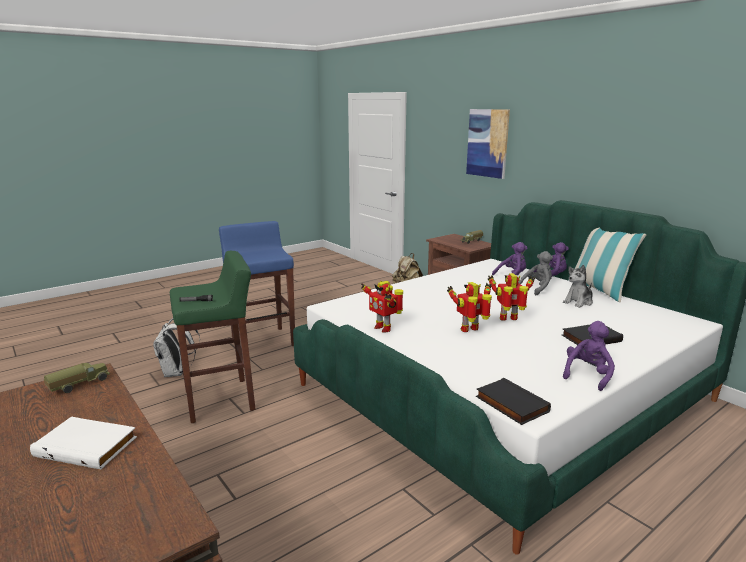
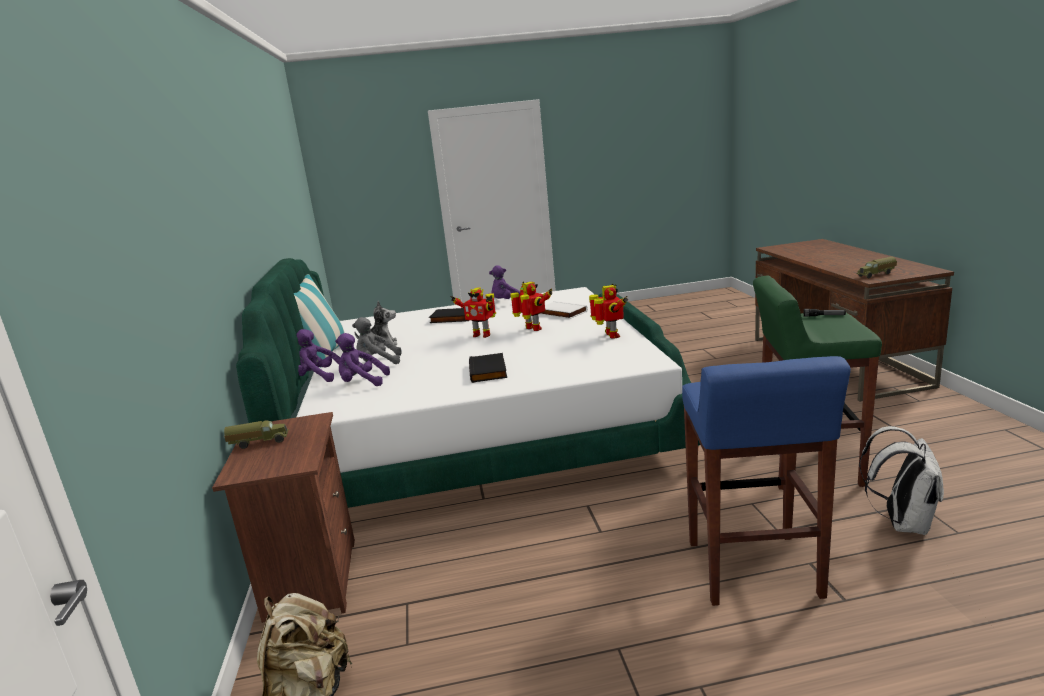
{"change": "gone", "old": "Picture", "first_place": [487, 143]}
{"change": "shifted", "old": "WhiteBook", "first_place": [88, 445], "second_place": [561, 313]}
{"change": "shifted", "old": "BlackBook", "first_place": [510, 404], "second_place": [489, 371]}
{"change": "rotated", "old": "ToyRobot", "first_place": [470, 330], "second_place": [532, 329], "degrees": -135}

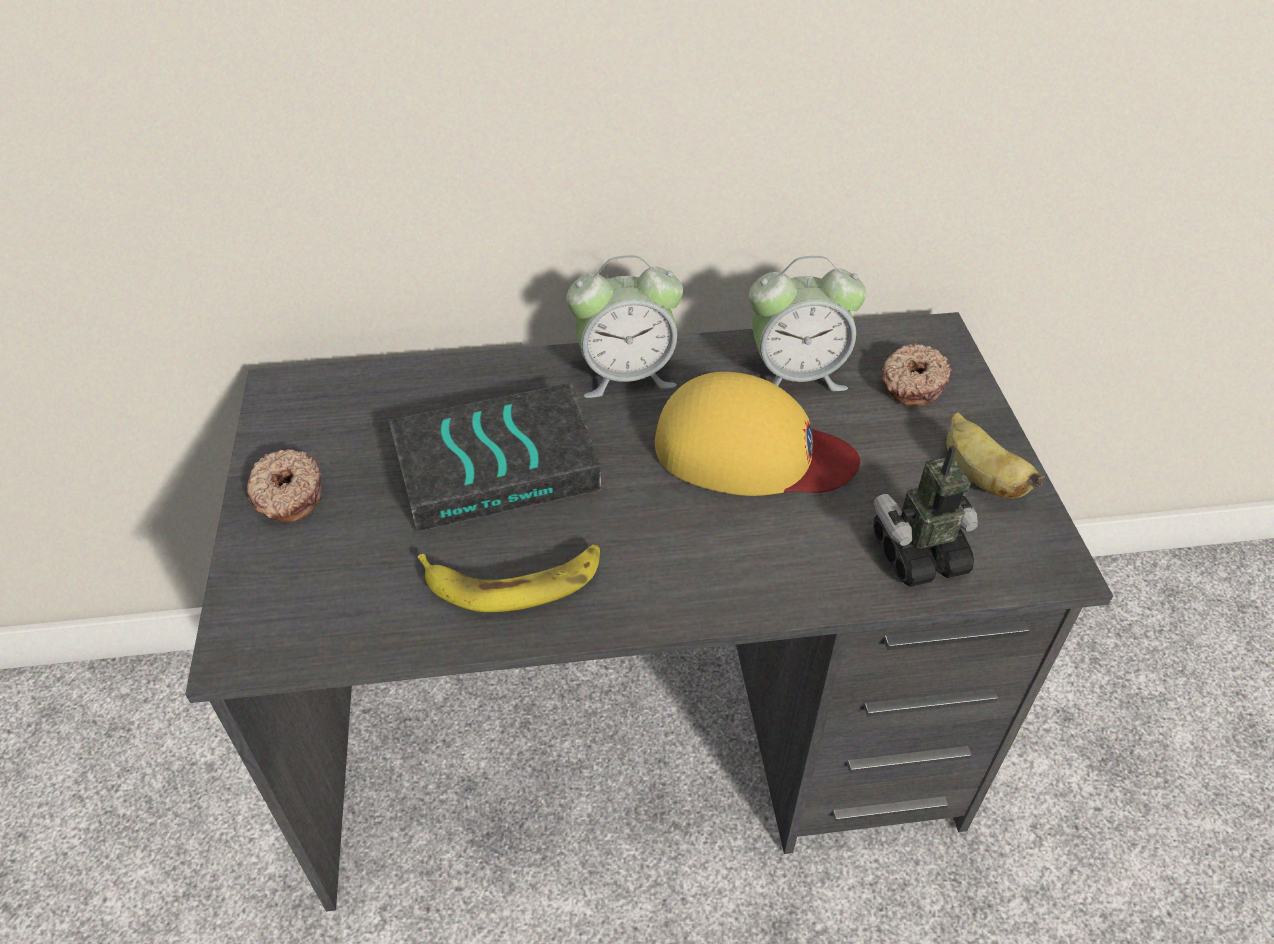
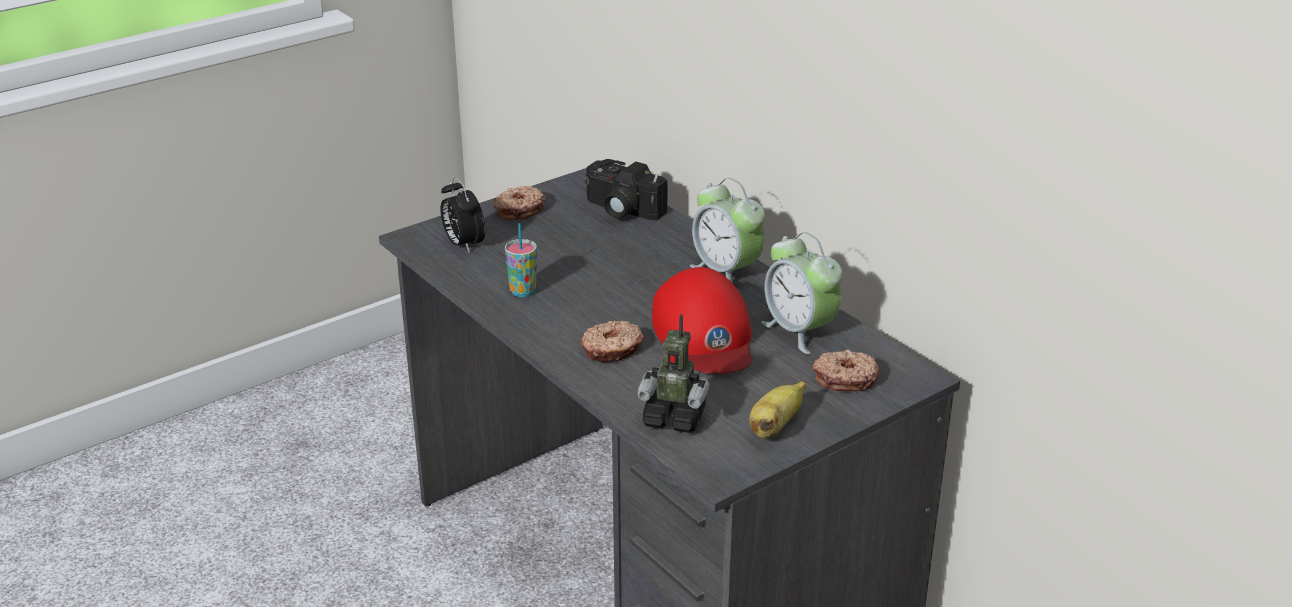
{"change": "gone", "old": "Book", "first_place": [499, 464]}
{"change": "new", "new": "AlarmClock", "second_place": [463, 244]}
{"change": "new", "new": "Donut", "second_place": [612, 350]}
{"change": "new", "new": "PhotoCamera", "second_place": [620, 210]}
{"change": "swapped", "old": "Banana", "new": "Cup", "first_place": [514, 581], "second_place": [523, 292]}
{"change": "repainted", "old": "YellowCap", "new": "RedCap", "first_place": [751, 451], "second_place": [704, 334]}
{"change": "rotated", "old": "ToyRobot", "first_place": [918, 554], "second_place": [674, 417], "degrees": 150}

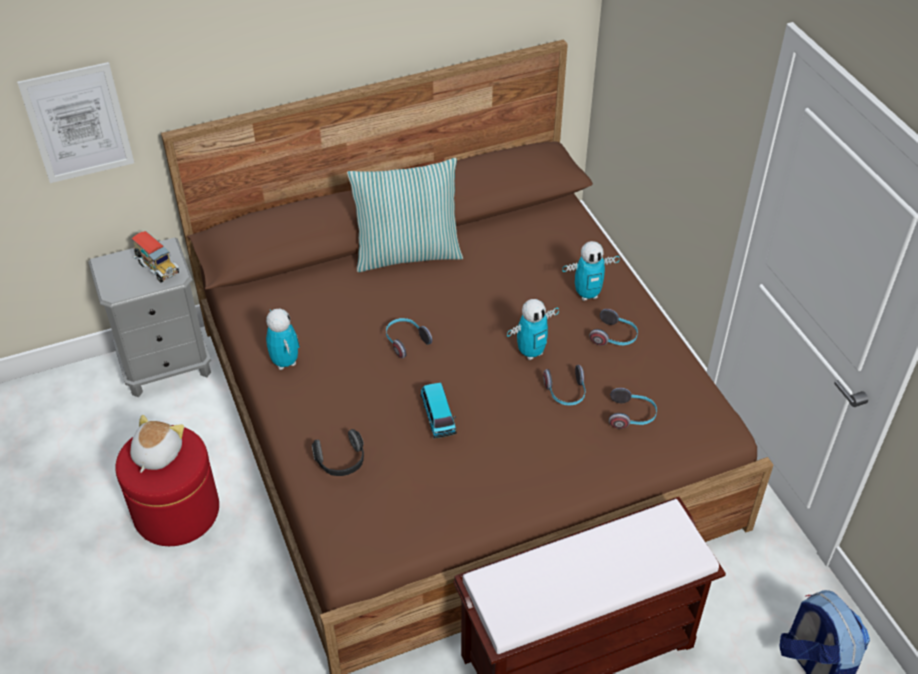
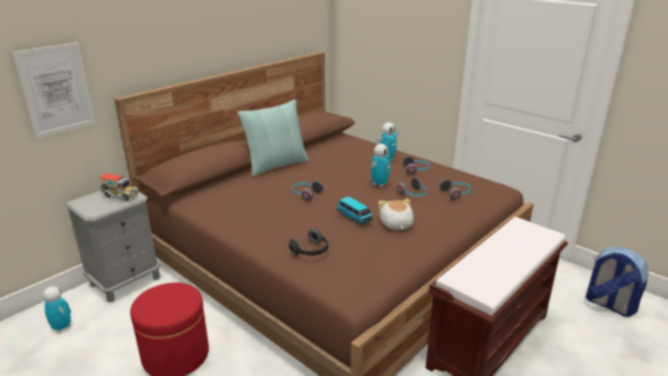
{"change": "shifted", "old": "PlushToy", "first_place": [156, 454], "second_place": [395, 224]}
{"change": "shifted", "old": "ToyRobot", "first_place": [285, 362], "second_place": [62, 327]}

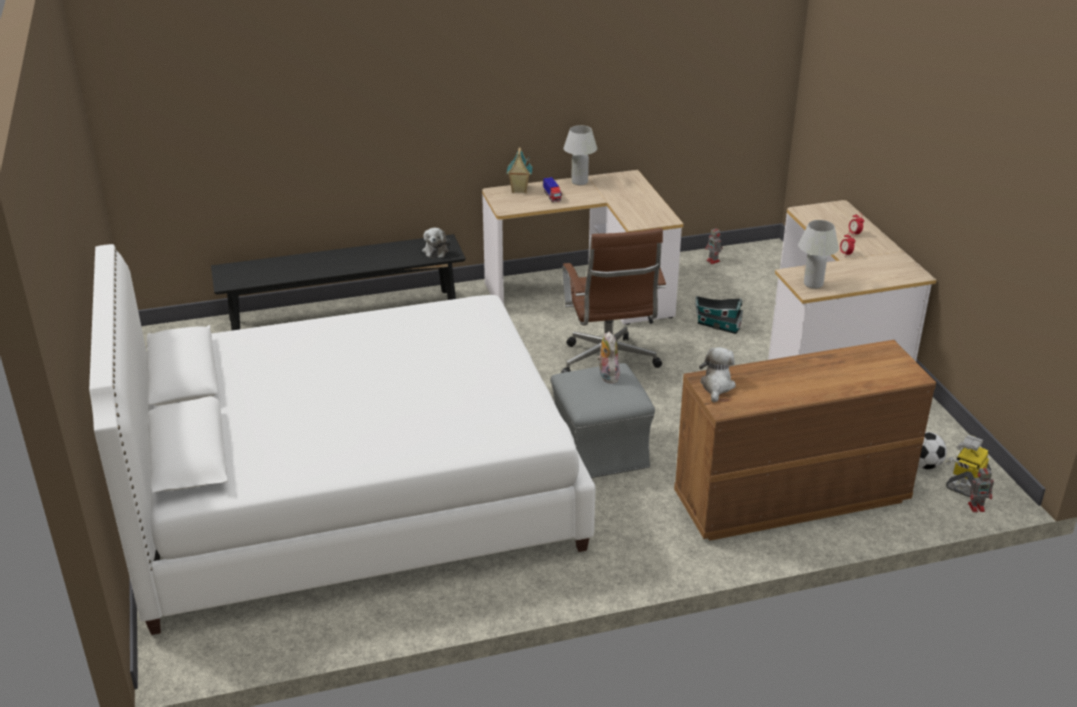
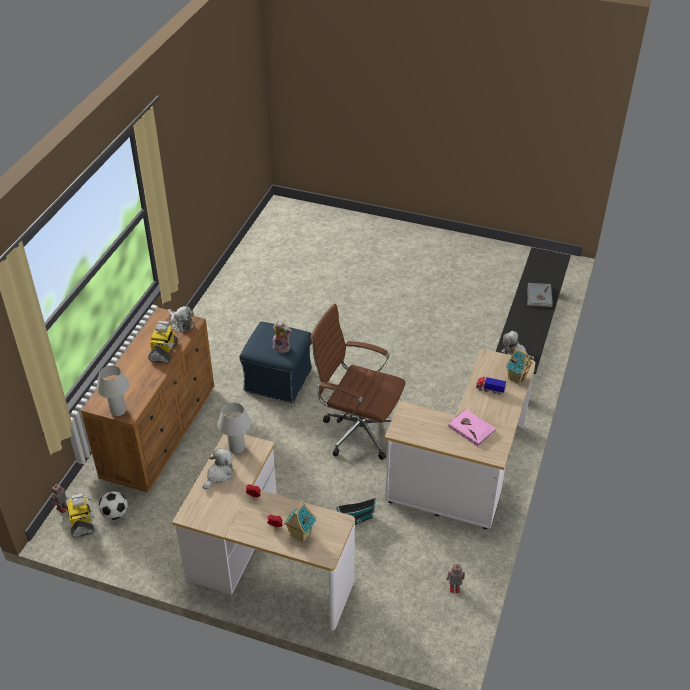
{"change": "gone", "old": "WhiteBed", "first_place": [353, 495]}
{"change": "new", "new": "ToyRobot", "second_place": [164, 351]}
{"change": "new", "new": "PlushToy", "second_place": [219, 474]}
{"change": "new", "new": "ToyHouse", "second_place": [300, 535]}
{"change": "new", "new": "PinkBook", "second_place": [471, 428]}
{"change": "new", "new": "GreyBook", "second_place": [539, 296]}
{"change": "shifted", "old": "WhiteTableLamp", "first_place": [579, 182], "second_place": [118, 410]}
{"change": "repainted", "old": "GreyOttoman", "new": "BlueOttoman", "first_place": [599, 451], "second_place": [278, 380]}

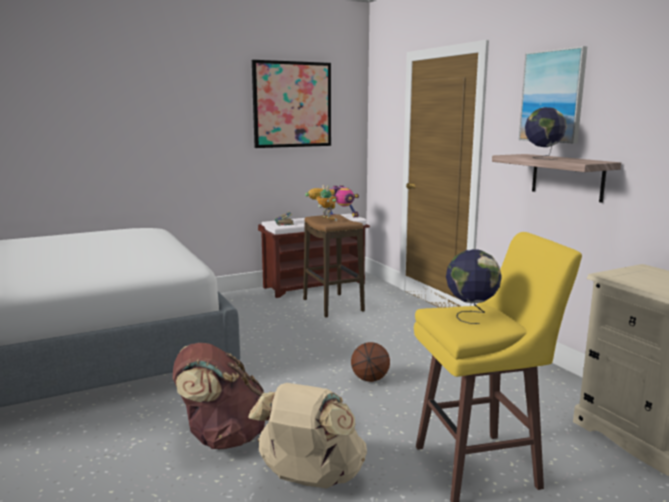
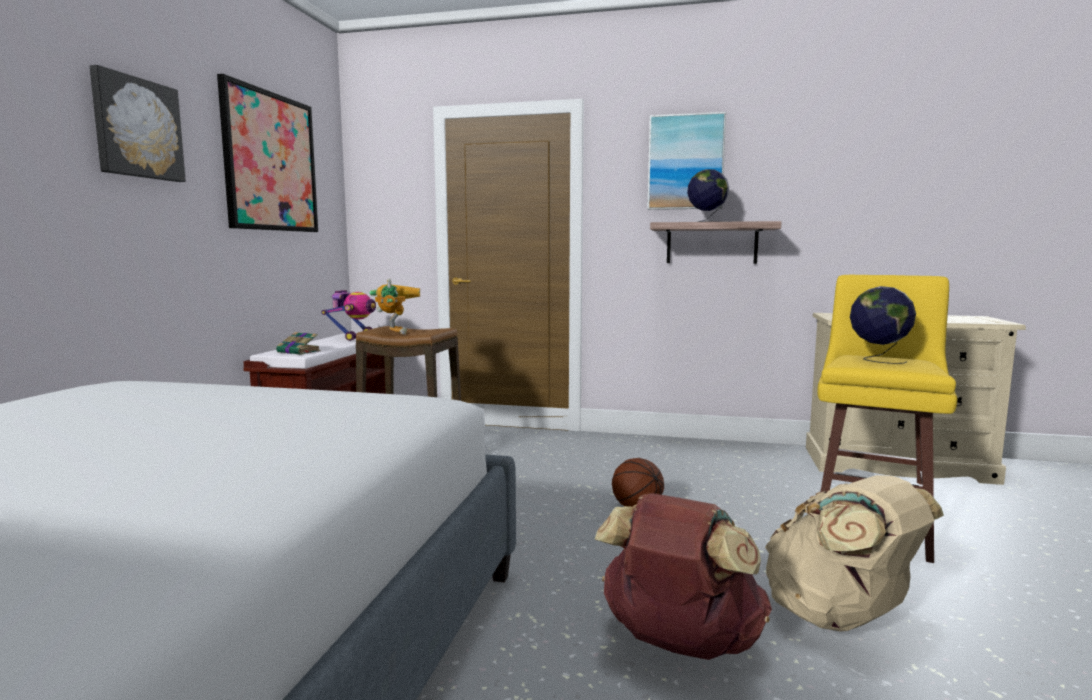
{"change": "new", "new": "Picture", "second_place": [137, 128]}
{"change": "rotated", "old": "ToyRobot", "first_place": [323, 220], "second_place": [394, 332], "degrees": 75}

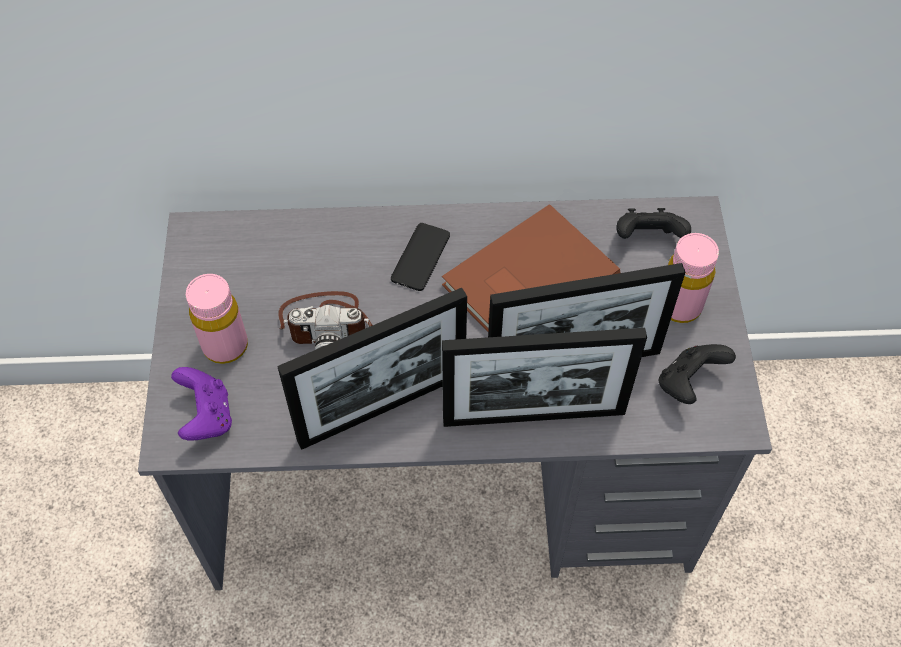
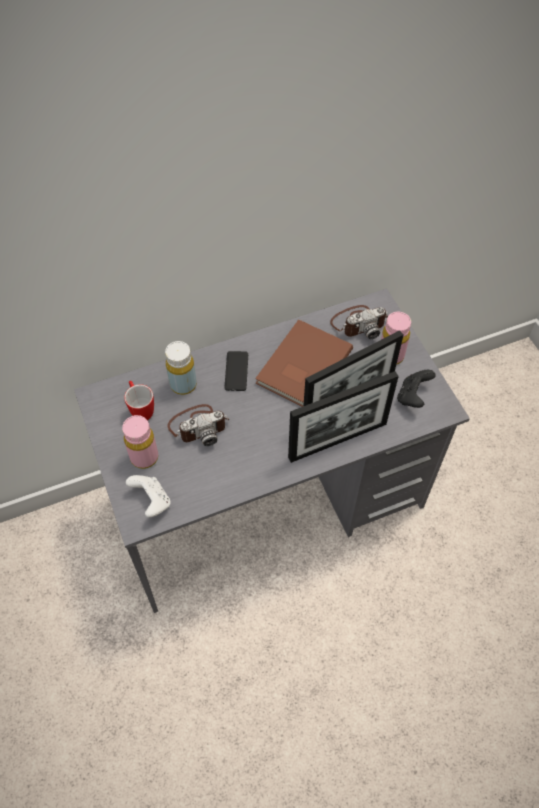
{"change": "gone", "old": "PictureFrame", "first_place": [382, 408]}
{"change": "new", "new": "Mug", "second_place": [141, 409]}
{"change": "new", "new": "YellowBottle", "second_place": [183, 384]}
{"change": "swapped", "old": "BlackGameController", "new": "PhotoCamera", "first_place": [647, 238], "second_place": [358, 323]}
{"change": "repainted", "old": "PurpleGameController", "new": "WhiteGameController", "first_place": [207, 417], "second_place": [152, 501]}

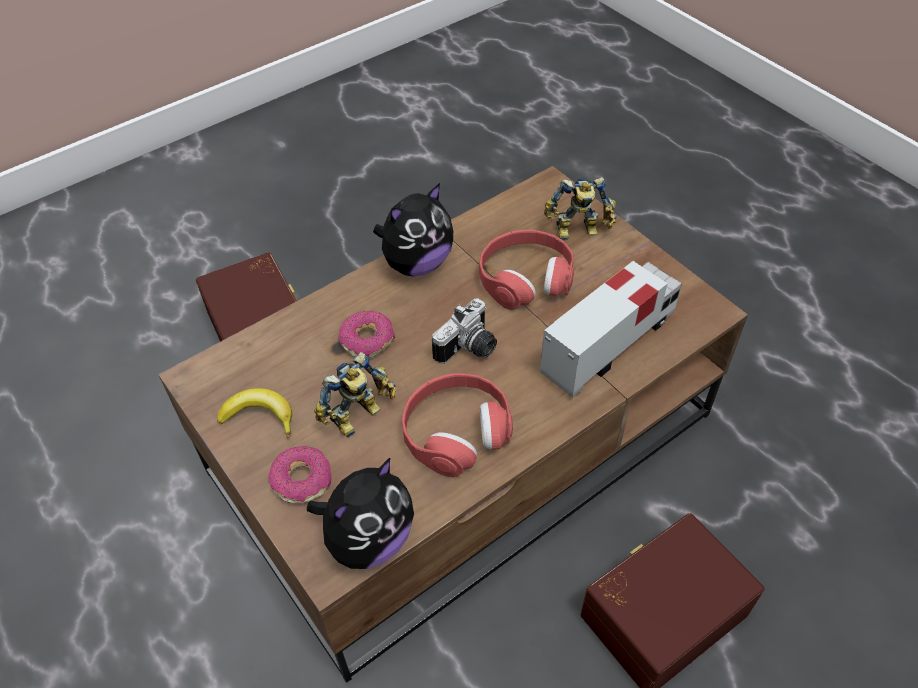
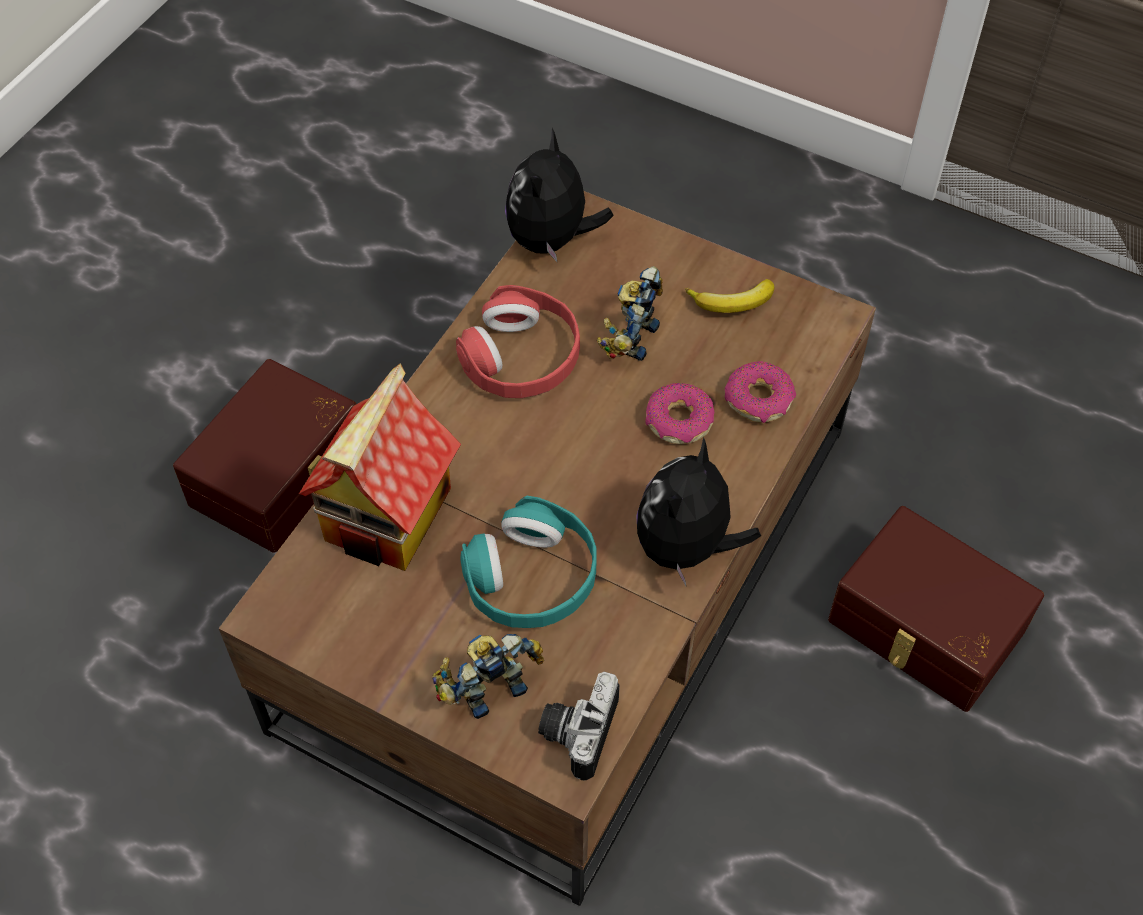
{"change": "shifted", "old": "Donut", "first_place": [302, 480], "second_place": [759, 400]}
{"change": "shifted", "old": "PhotoCamera", "first_place": [469, 349], "second_place": [576, 731]}
{"change": "swapped", "old": "ToyTruck", "new": "ToyHouse", "first_place": [609, 344], "second_place": [389, 517]}
{"change": "repainted", "old": "RedHeadphones", "new": "TurquoiseHeadphones", "first_place": [525, 278], "second_place": [531, 577]}

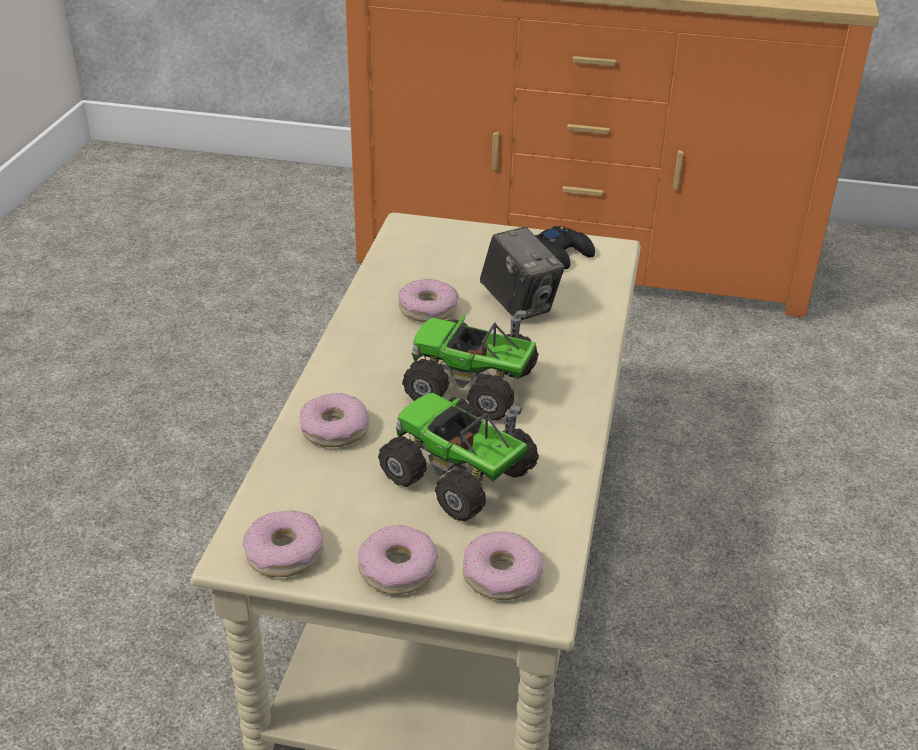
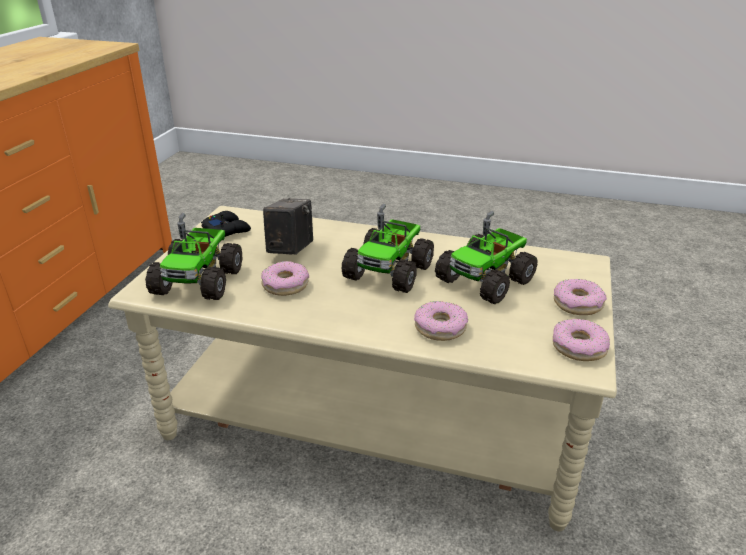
{"change": "gone", "old": "Donut", "first_place": [502, 575]}
{"change": "new", "new": "ToyTruck", "second_place": [199, 281]}
{"change": "rotated", "old": "PhotoCamera", "first_place": [519, 304], "second_place": [290, 249], "degrees": -45}

